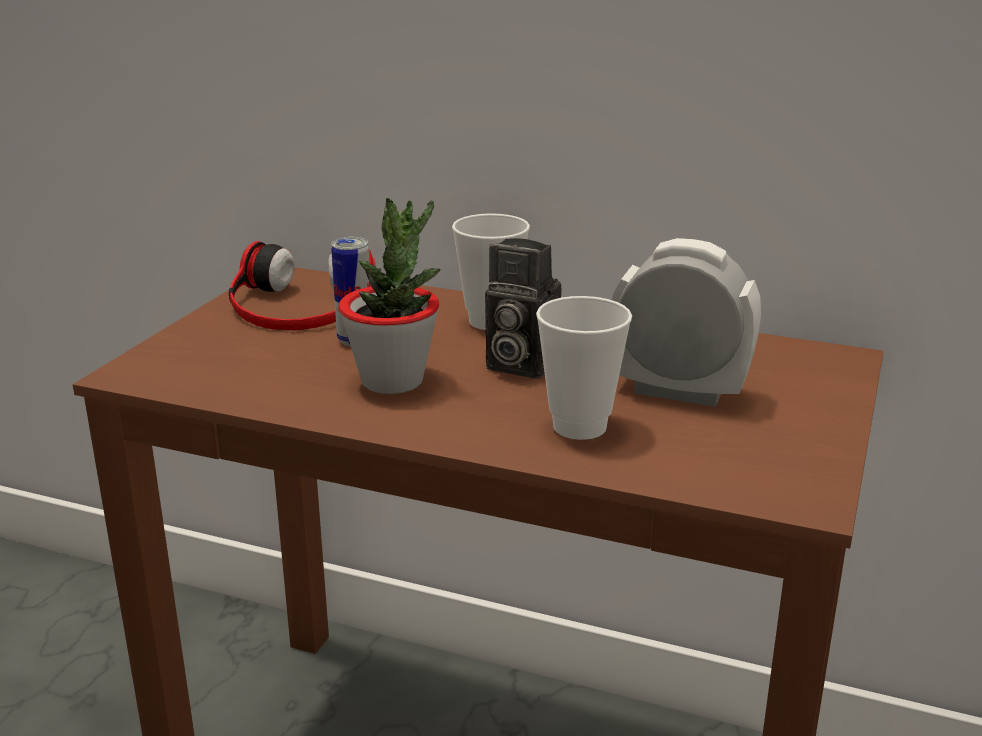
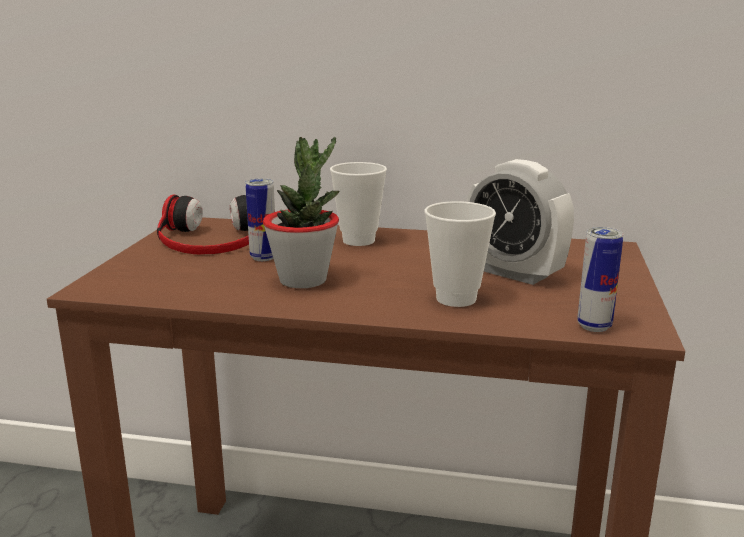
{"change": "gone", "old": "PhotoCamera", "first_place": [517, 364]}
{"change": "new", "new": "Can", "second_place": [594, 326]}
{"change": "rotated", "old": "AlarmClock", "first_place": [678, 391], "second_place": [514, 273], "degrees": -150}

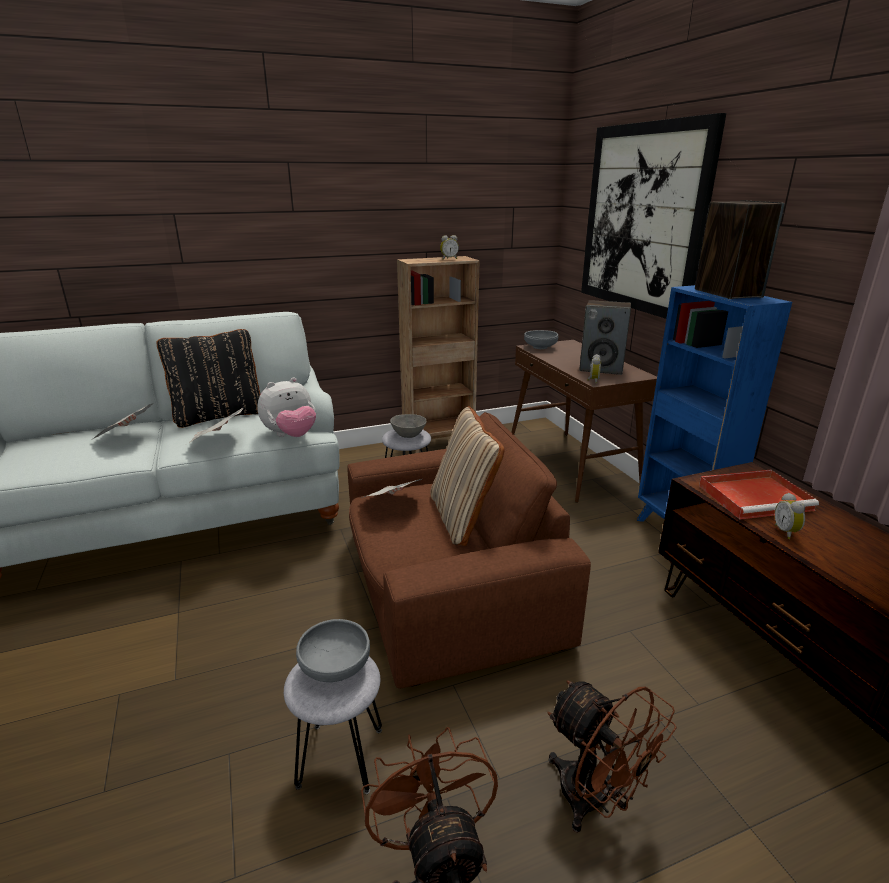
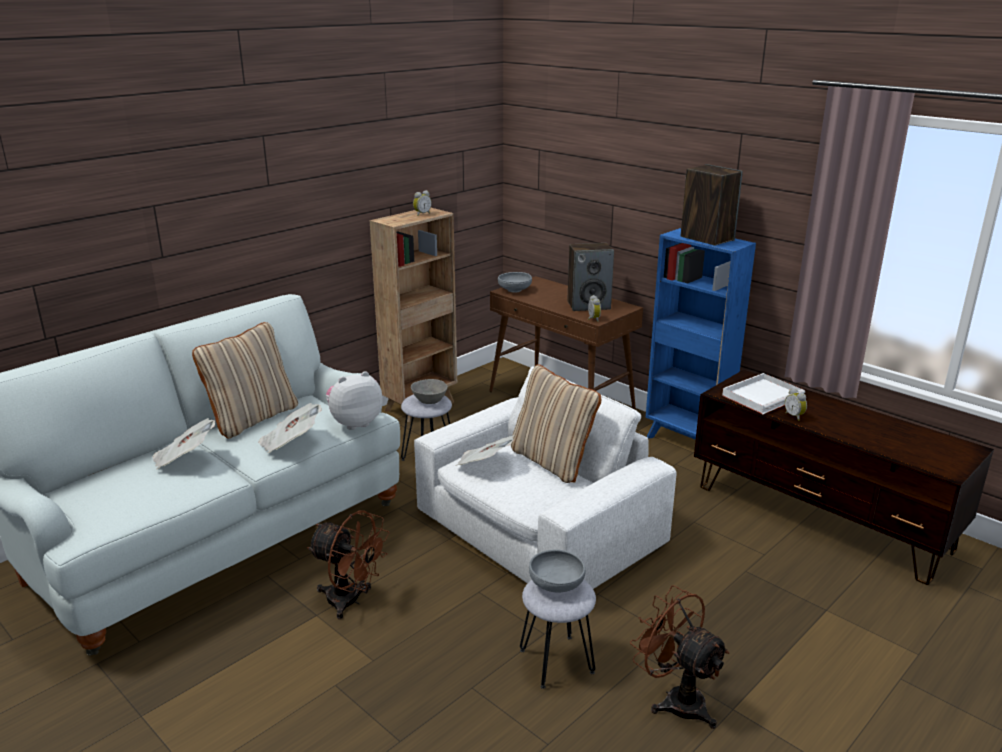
{"change": "gone", "old": "Picture", "first_place": [643, 219]}
{"change": "shifted", "old": "BrownFan", "first_place": [595, 801], "second_place": [351, 601]}
{"change": "repainted", "old": "BlackPillow", "new": "BeigePillow", "first_place": [219, 415], "second_place": [252, 418]}
{"change": "repainted", "old": "BrownArmchair", "new": "WhiteArmchair", "first_place": [448, 587], "second_place": [538, 529]}
{"change": "repainted", "old": "RedTray", "new": "WhiteTray", "first_place": [756, 497], "second_place": [763, 396]}
{"change": "rotated", "old": "PlushToy", "first_place": [291, 436], "second_place": [354, 423], "degrees": -150}

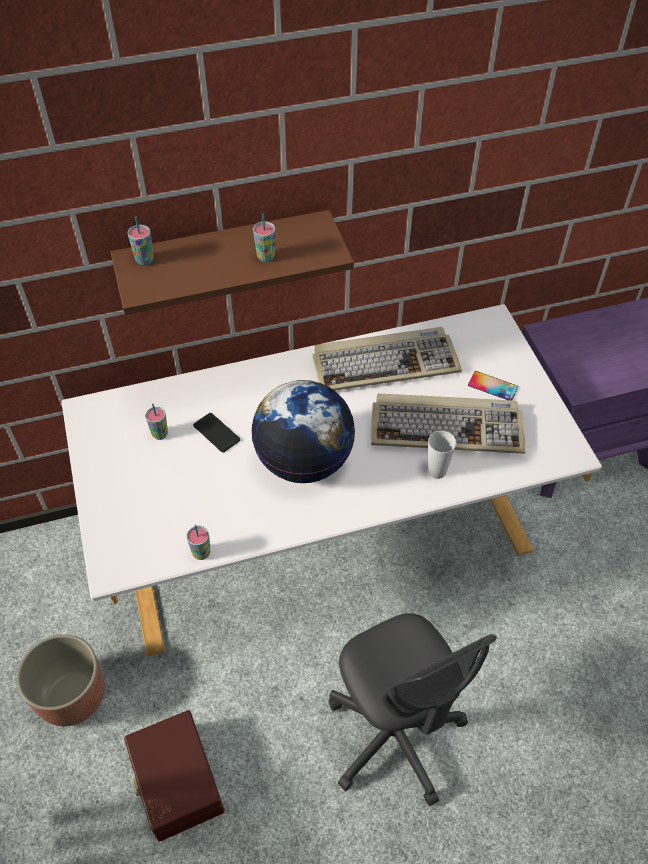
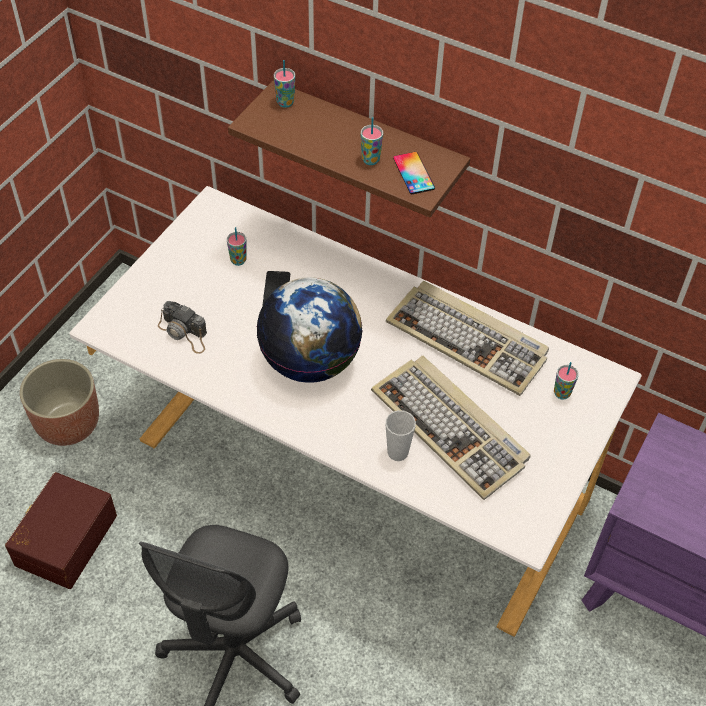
{"change": "new", "new": "PhotoCamera", "second_place": [184, 333]}
{"change": "shifted", "old": "Cup", "first_place": [201, 553], "second_place": [562, 393]}
{"change": "shifted", "old": "Phone", "first_place": [492, 386], "second_place": [413, 173]}

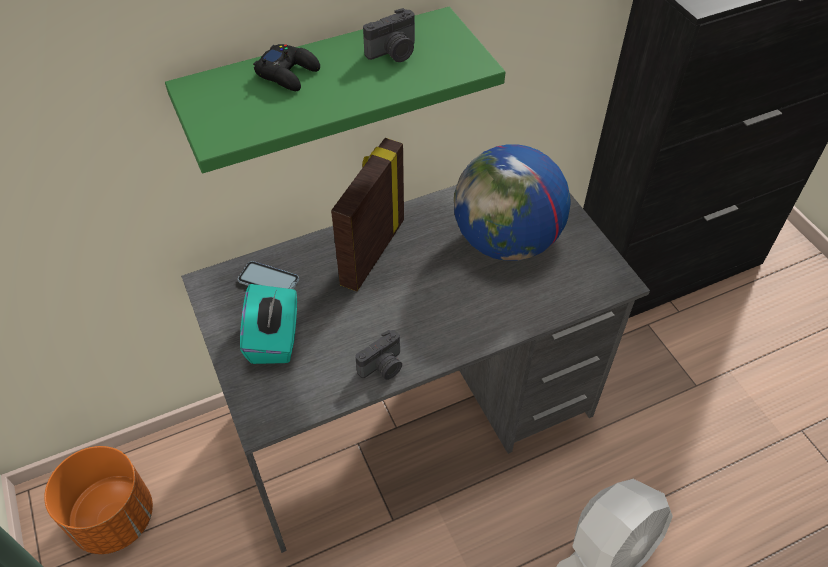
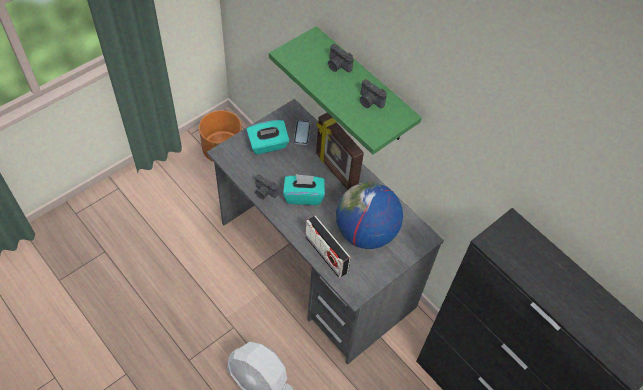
{"change": "new", "new": "TurquoiseTissueBox", "second_place": [303, 196]}
{"change": "new", "new": "Radio", "second_place": [326, 254]}
{"change": "swapped", "old": "BlackGameController", "new": "PhotoCamera", "first_place": [288, 73], "second_place": [337, 66]}
{"change": "rotated", "old": "PictureFrame", "first_place": [371, 252], "second_place": [335, 171], "degrees": -135}

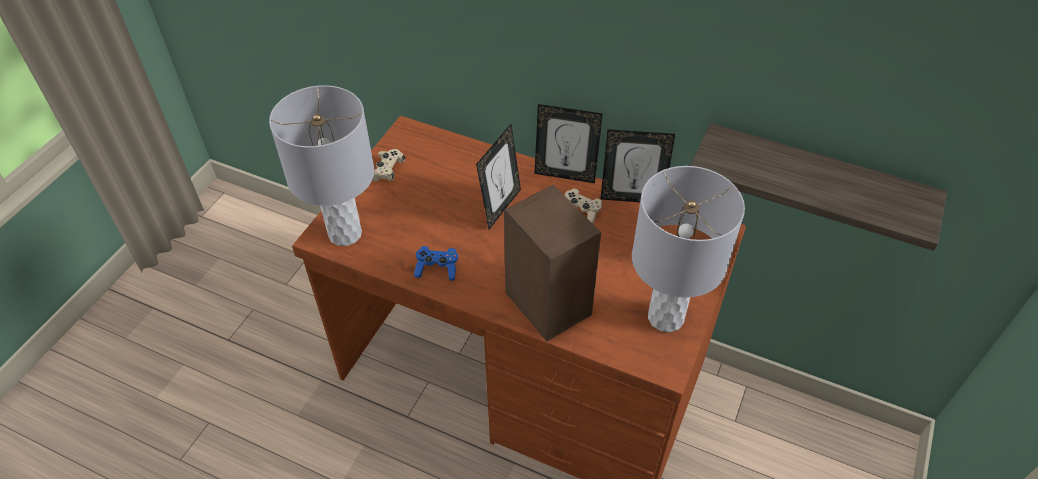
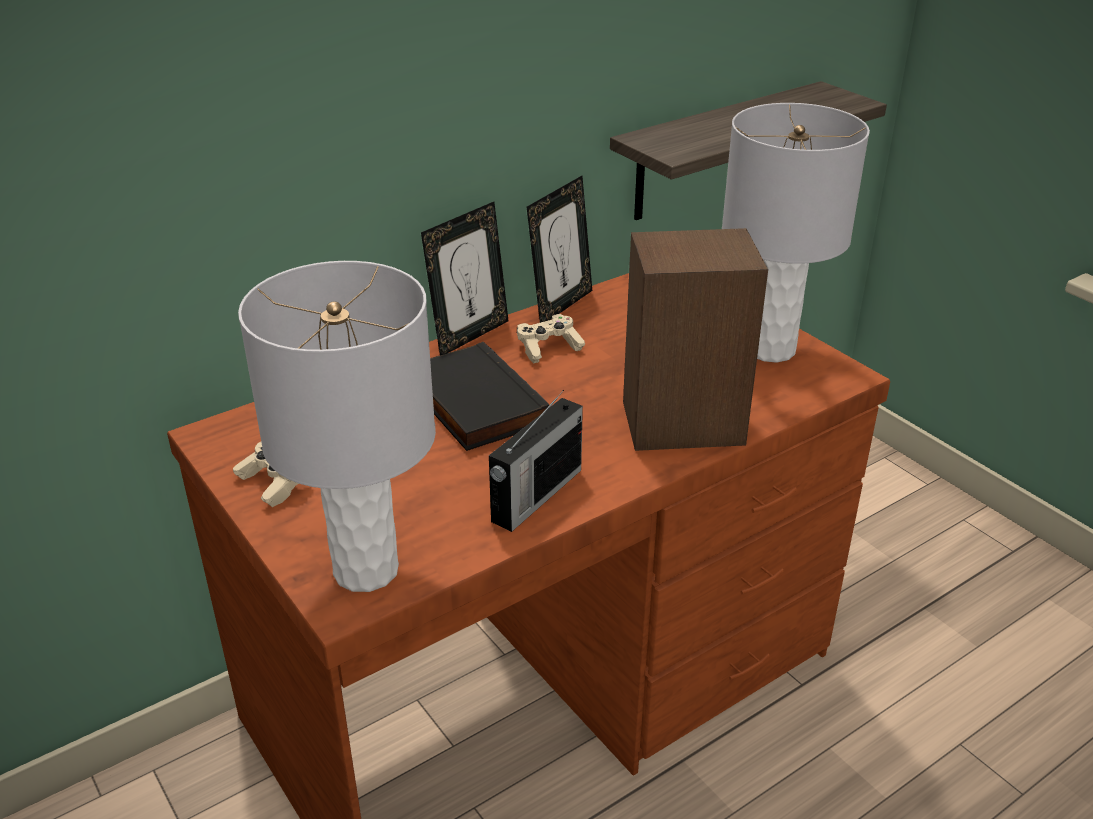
{"change": "swapped", "old": "BlueGameController", "new": "Radio", "first_place": [437, 268], "second_place": [535, 496]}
{"change": "swapped", "old": "PictureFrame", "new": "BlackBook", "first_place": [500, 207], "second_place": [472, 403]}

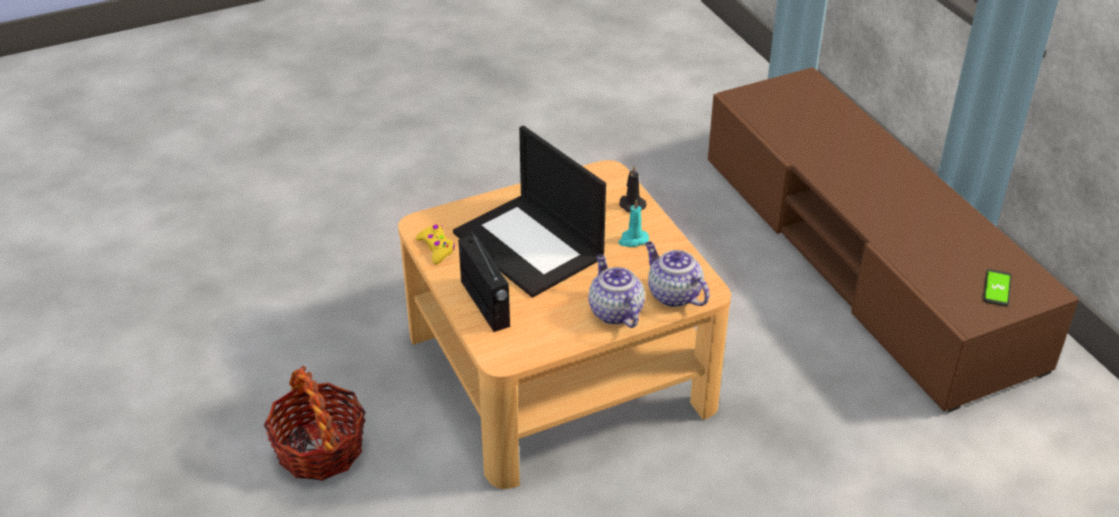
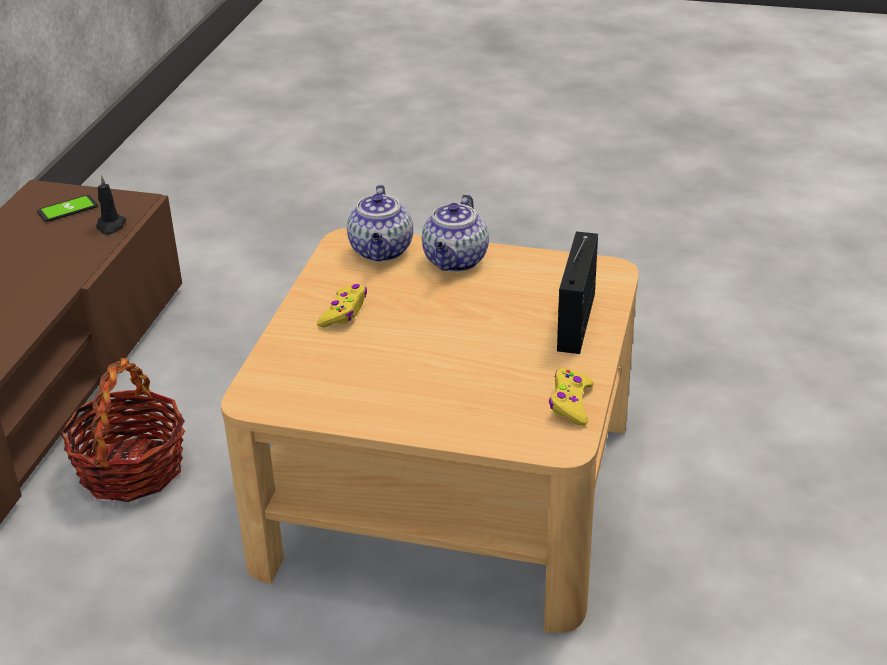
{"change": "gone", "old": "Laptop", "first_place": [530, 245]}
{"change": "shifted", "old": "Basket", "first_place": [319, 449], "second_place": [131, 469]}
{"change": "shifted", "old": "BlackCandle", "first_place": [631, 205], "second_place": [111, 226]}
{"change": "swapped", "old": "TurquoiseCandle", "new": "YellowGameController", "first_place": [633, 240], "second_place": [344, 312]}

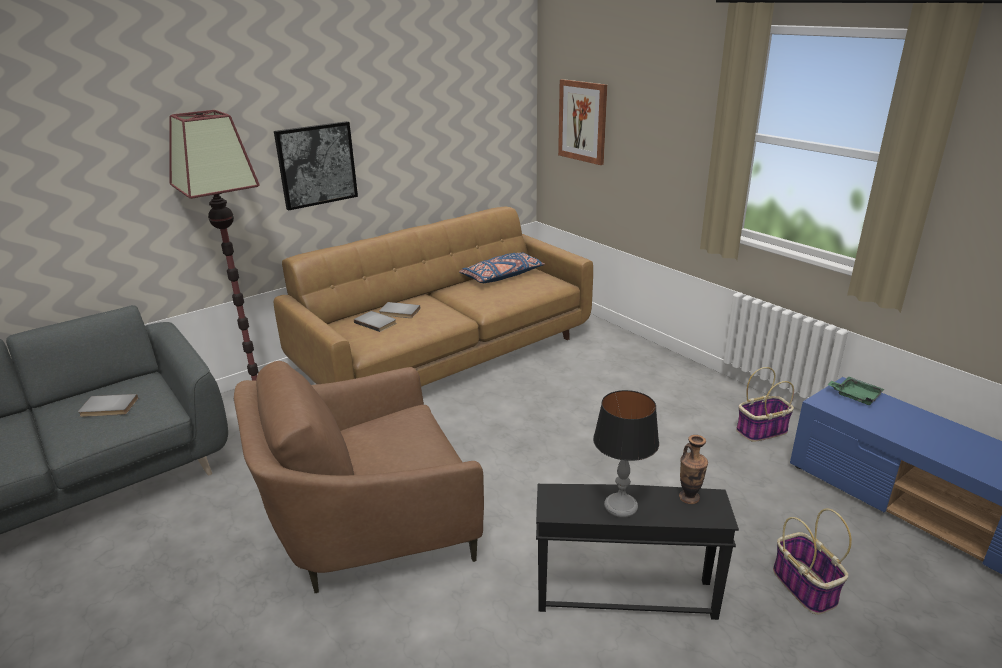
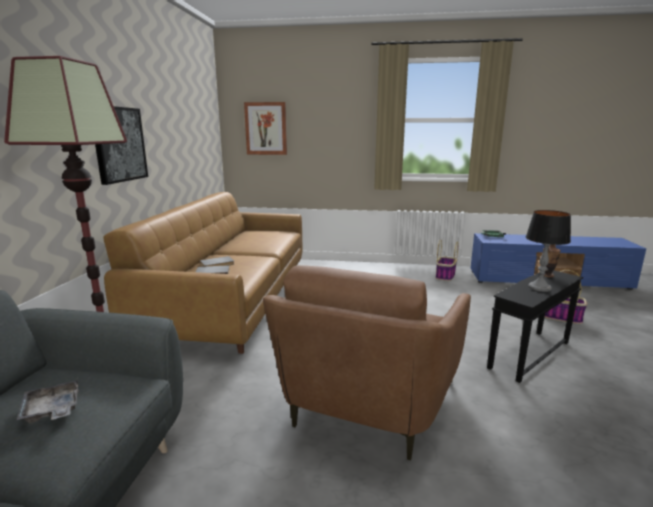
{"change": "gone", "old": "BluePillow", "first_place": [502, 276]}
{"change": "swapped", "old": "GreyBook", "new": "GreyTray", "first_place": [108, 408], "second_place": [52, 410]}

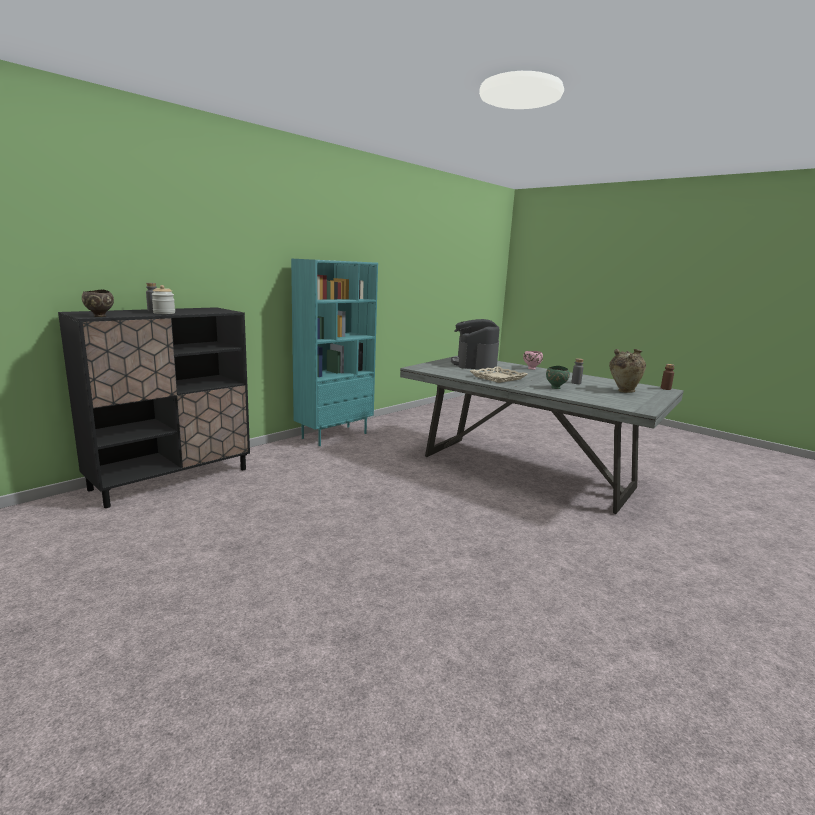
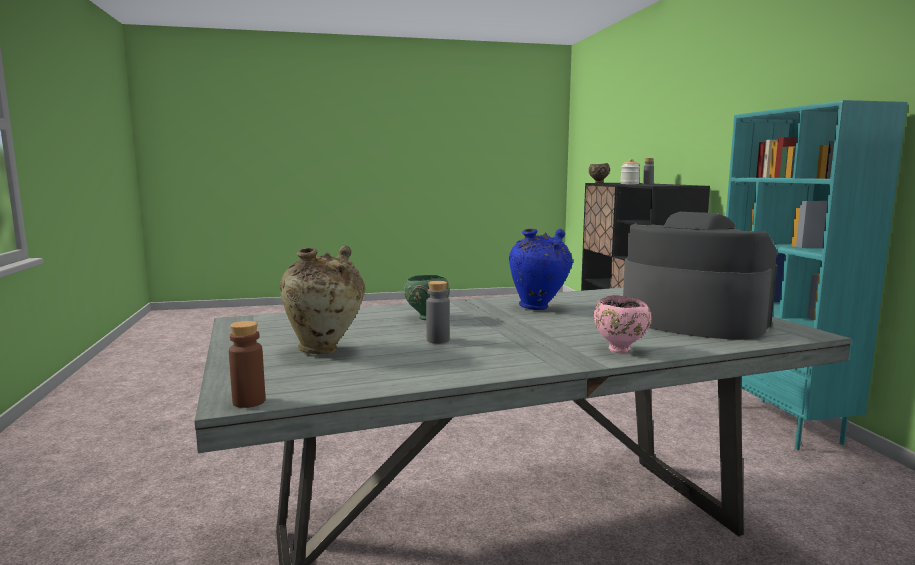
{"change": "swapped", "old": "BeigeTray", "new": "BlueVase", "first_place": [498, 378], "second_place": [538, 308]}

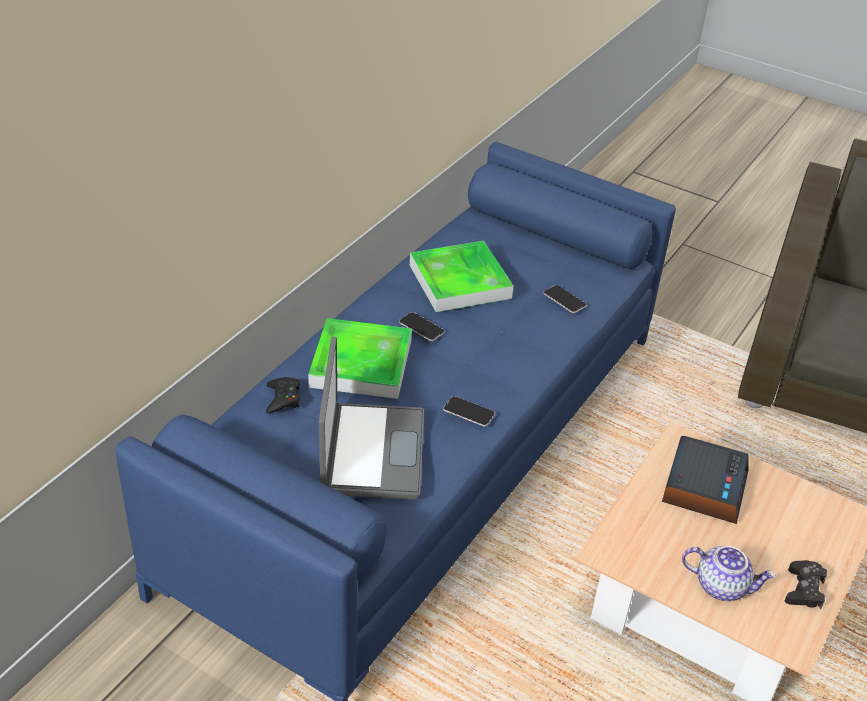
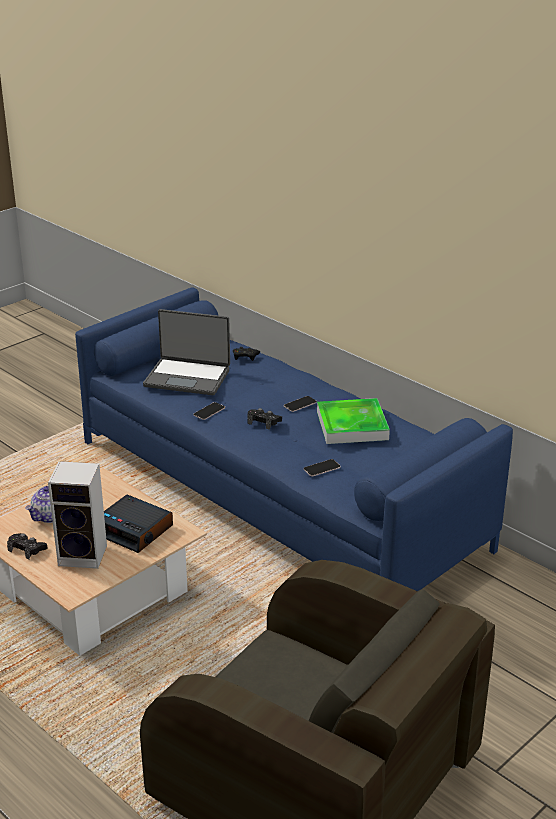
{"change": "gone", "old": "Tray", "first_place": [361, 364]}
{"change": "new", "new": "Speaker", "second_place": [85, 555]}
{"change": "new", "new": "BlackGameController", "second_place": [263, 422]}

